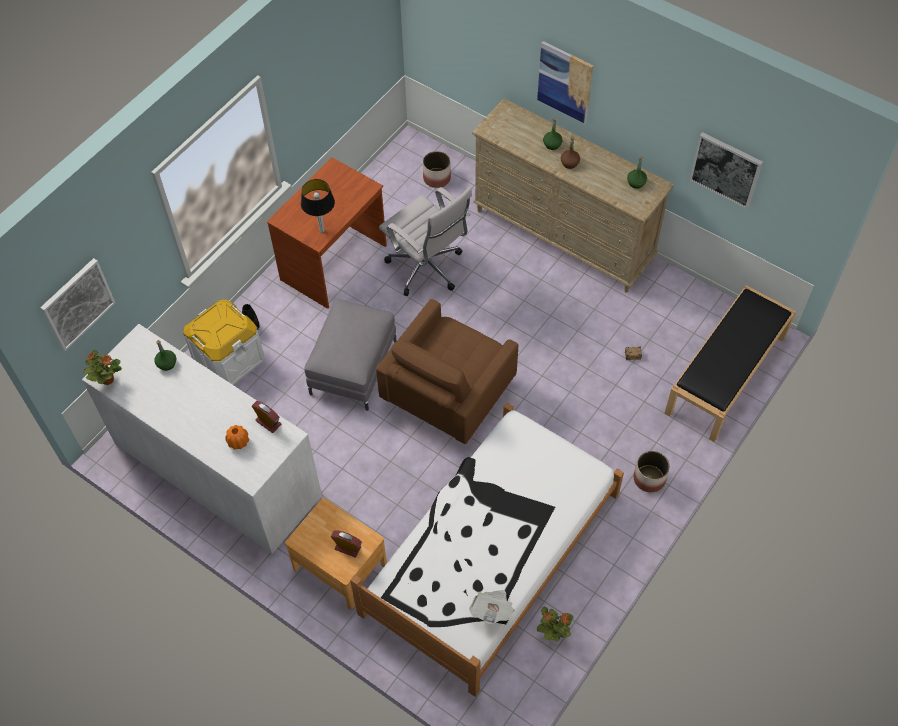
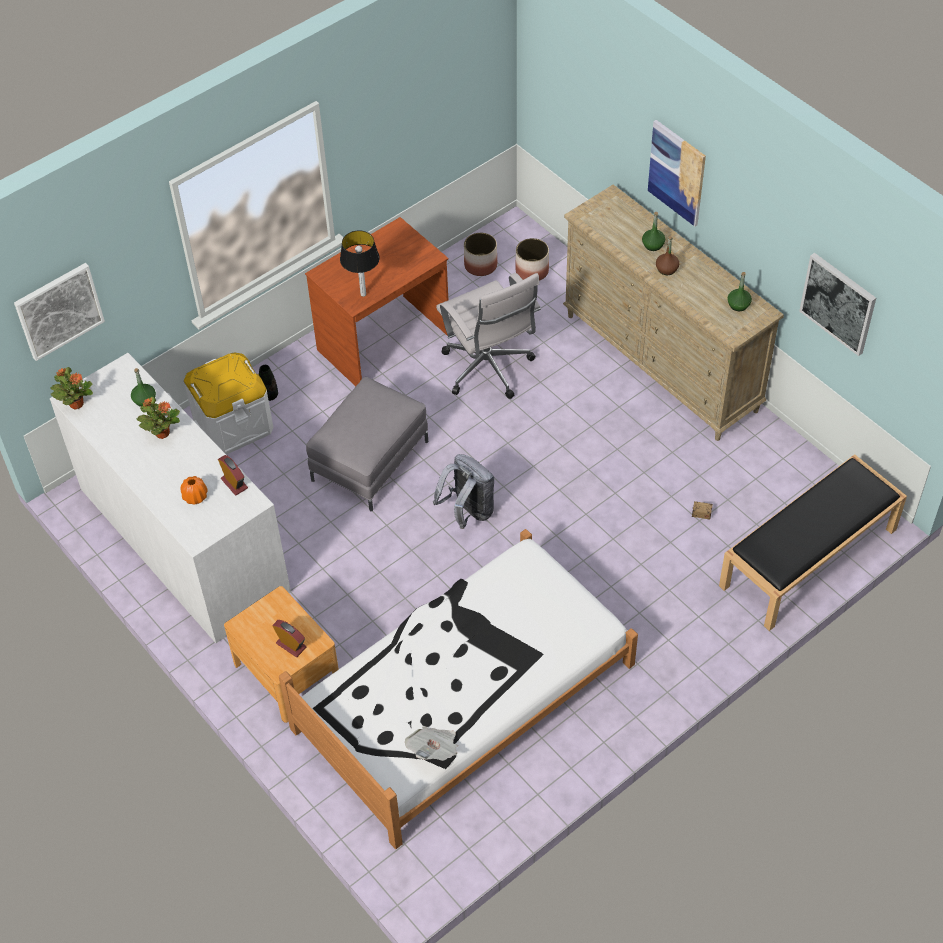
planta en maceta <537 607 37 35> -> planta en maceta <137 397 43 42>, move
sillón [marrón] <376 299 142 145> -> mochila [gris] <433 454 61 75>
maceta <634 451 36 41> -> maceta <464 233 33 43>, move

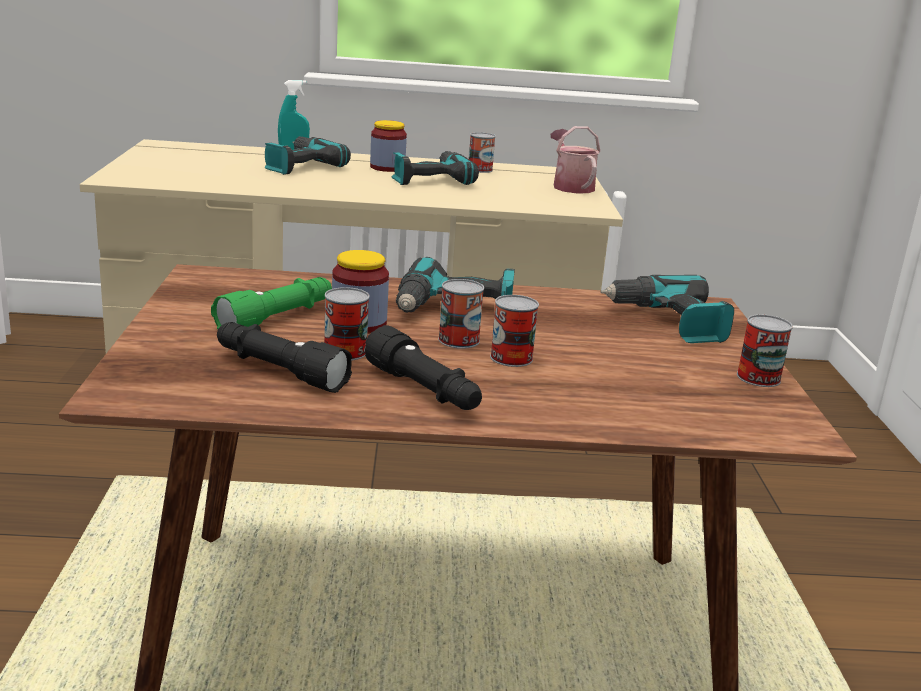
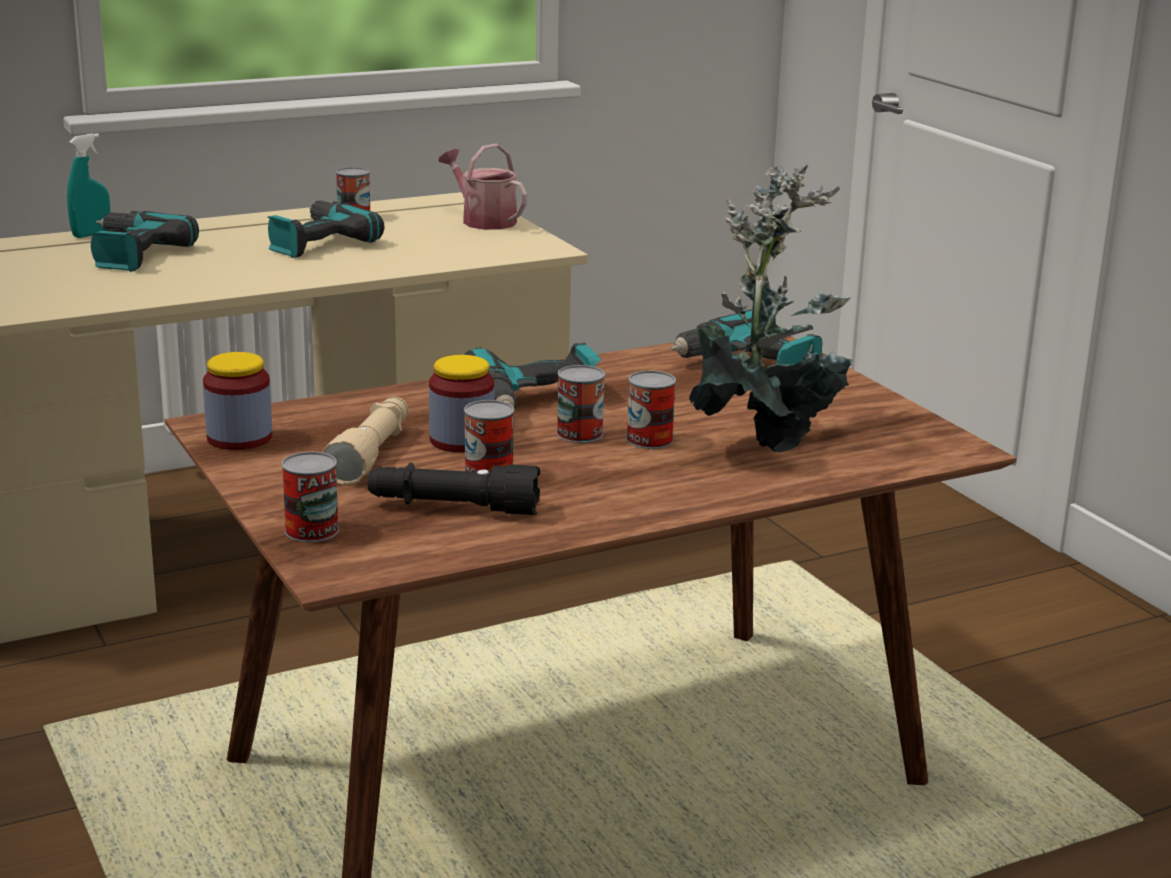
tarro <370 120 37 52> -> tarro <203 352 69 98>, move
lata <737 314 56 73> -> lata <282 452 57 90>, move
linterna [verde] <211 277 121 52> -> linterna [beis] <322 397 86 88>
none -> planta en maceta <689 163 164 290>
linterna [negro] <365 325 117 85> -> none

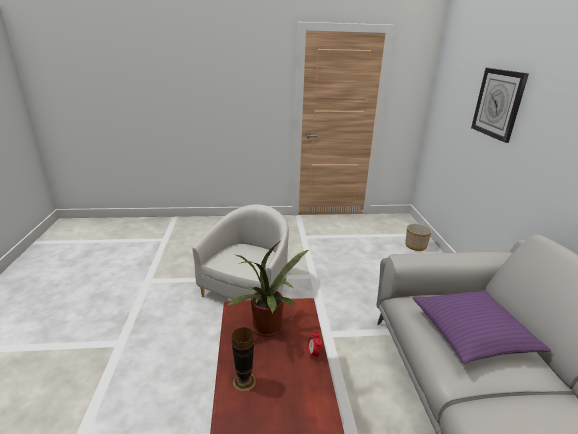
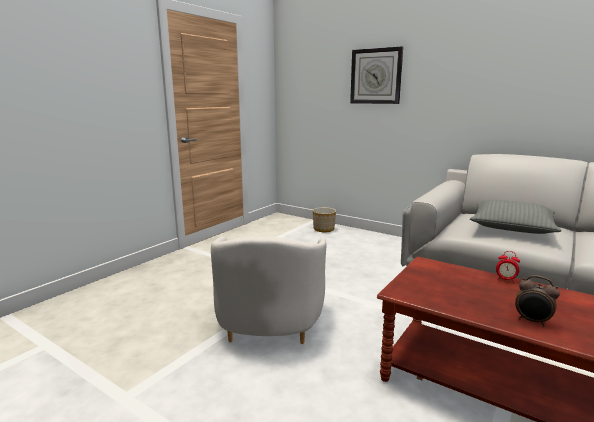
sillón [blanco] <192 204 97 96> -> sillón [blanco] <211 236 115 108>, 150 degrees counterclockwise
cojín [morado] <413 290 138 74> -> cojín [gris] <470 200 92 34>
florero <231 327 25 65> -> despertador <515 275 45 51>
planta en maceta <226 242 82 95> -> none

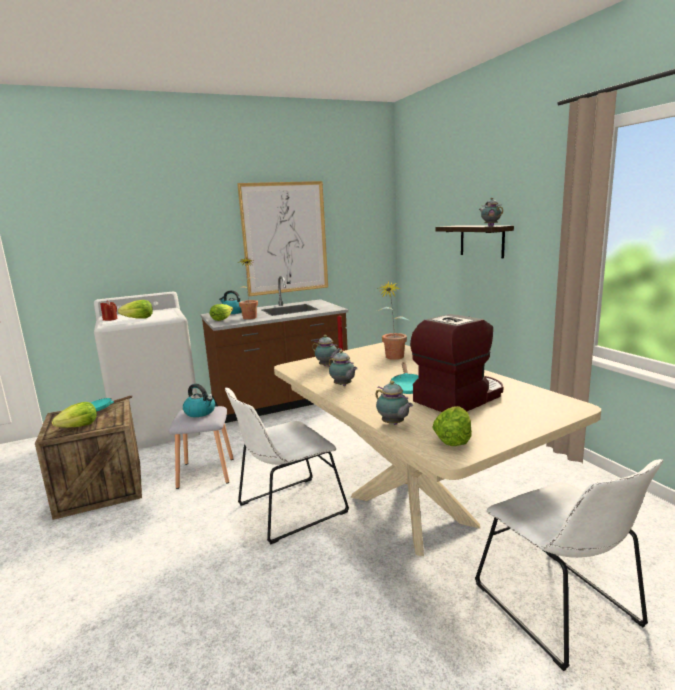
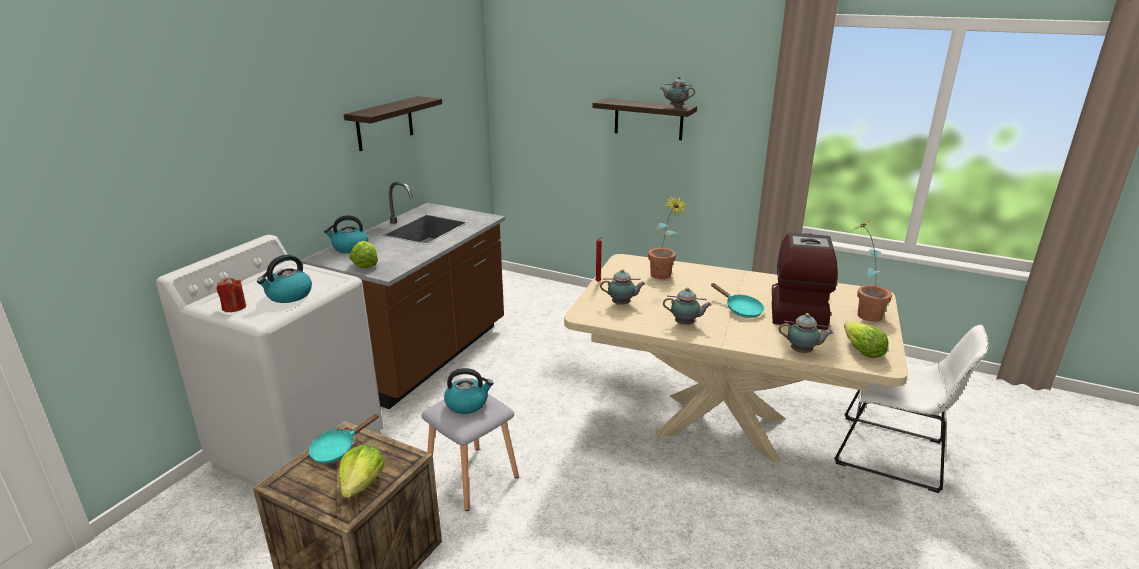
lechuga <118 300 35 19> -> hervidor <257 255 55 48>
cuadro <237 181 91 115> -> estante <344 96 98 55>
planta en maceta <239 258 19 61> -> planta en maceta <854 220 38 102>, move
silla [blanco] <225 388 124 157> -> none

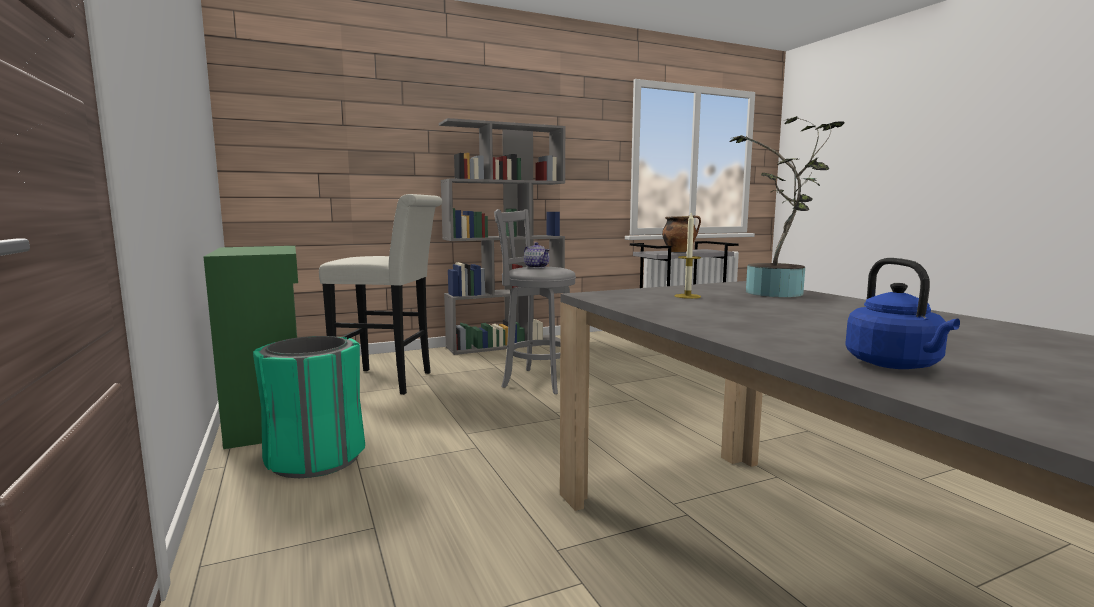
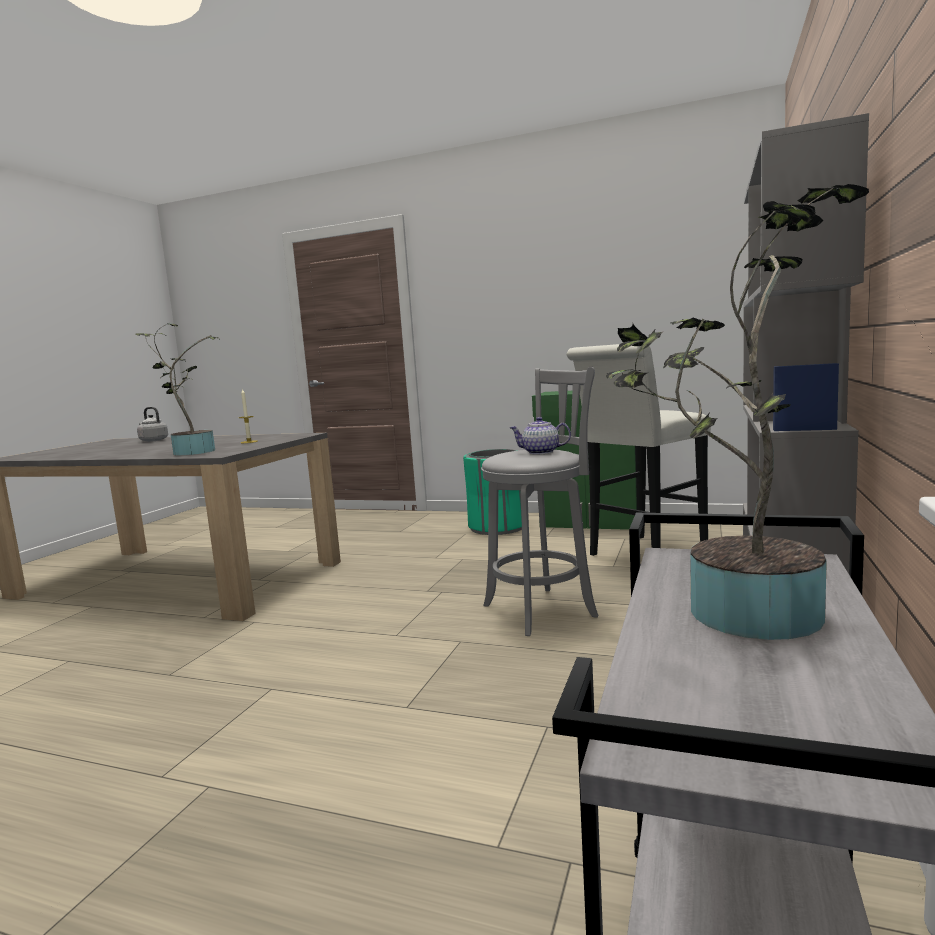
hervidor [azul] <845 258 115 111> -> hervidor [gris] <137 407 31 35>
olla <662 215 39 37> -> planta en maceta <606 184 263 456>

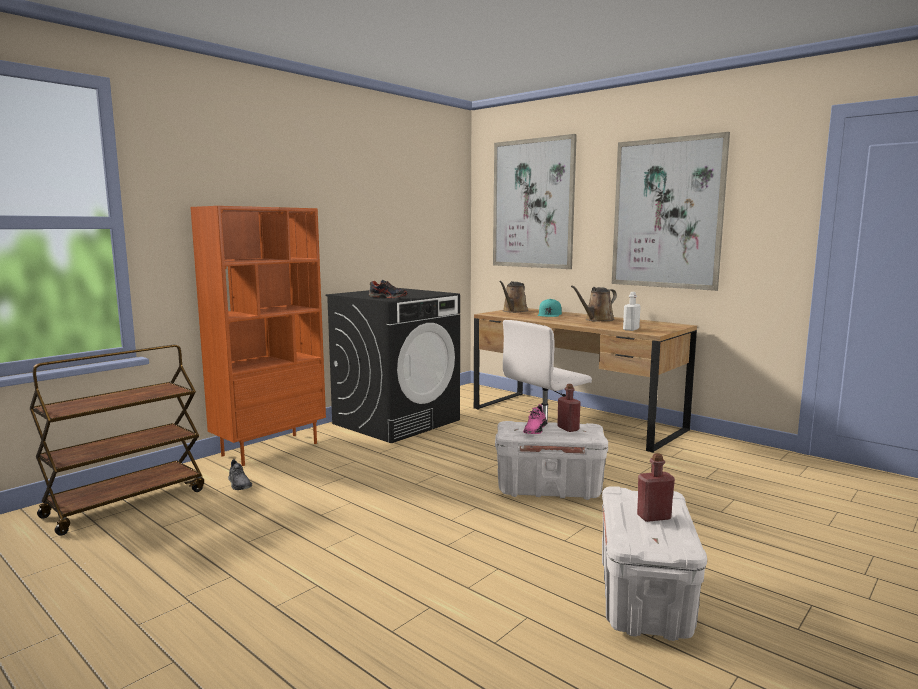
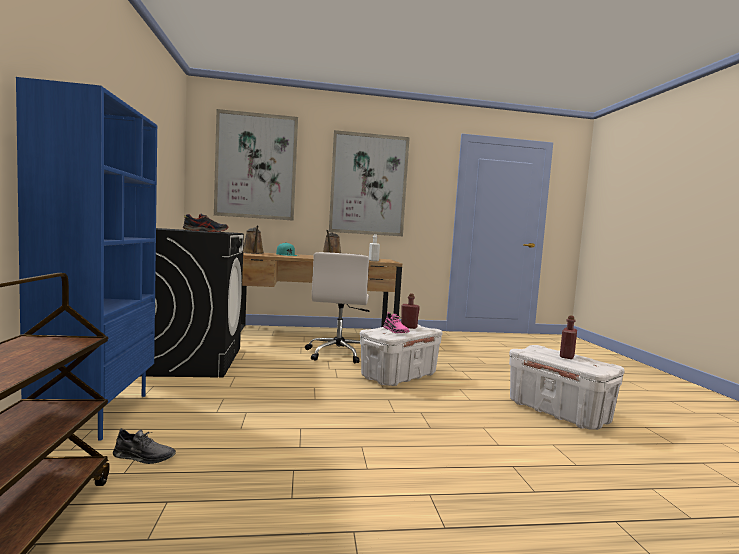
estantería [naranja] <191 206 135 260> -> estantería [azul] <16 77 141 364>

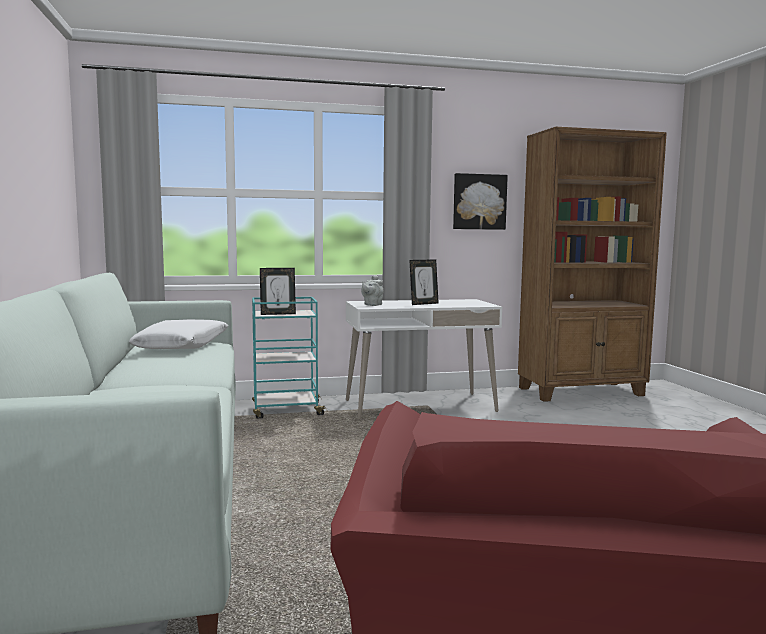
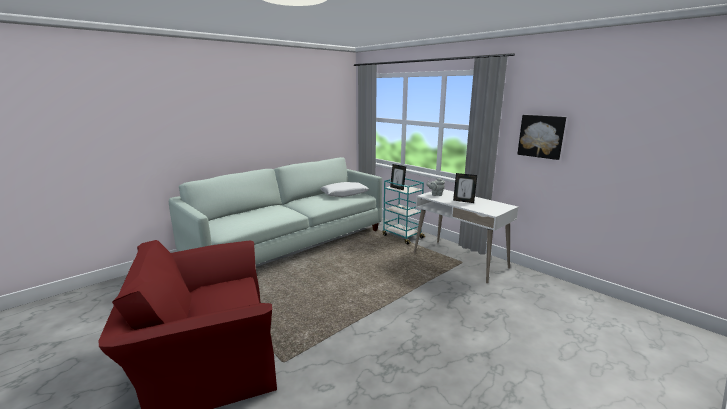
estantería [marrón] <518 127 149 275> -> none

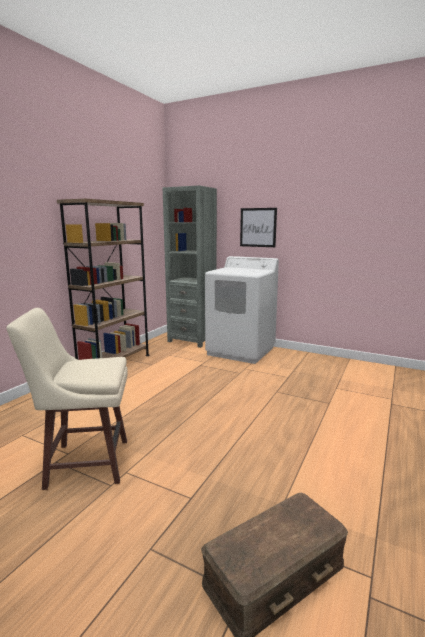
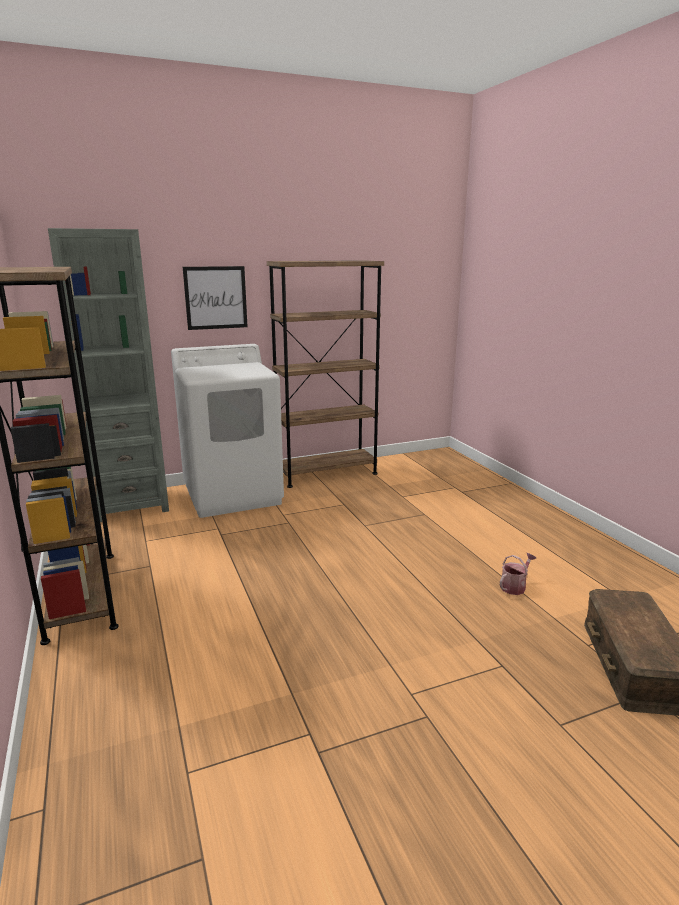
none -> estantería [marrón] <267 260 117 228>
none -> regadera <500 553 36 42>
taburete [beis] <6 308 122 182> -> none

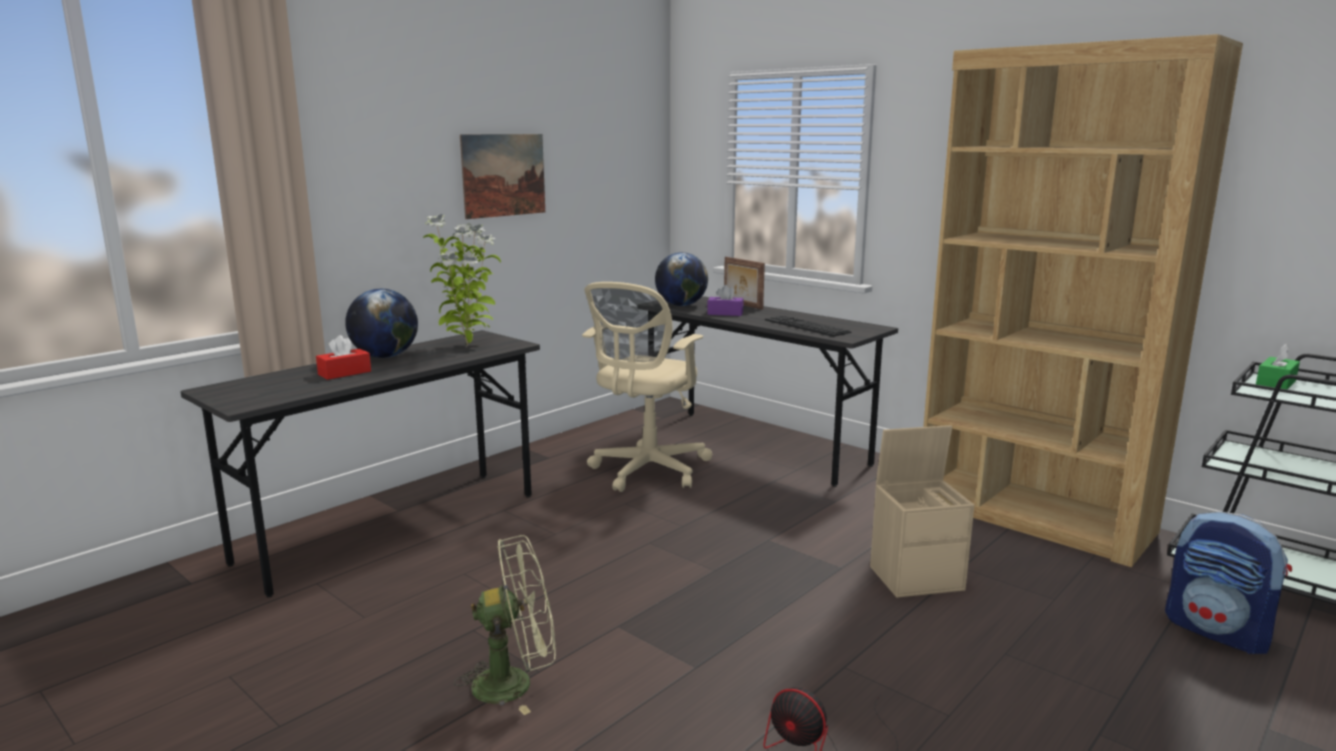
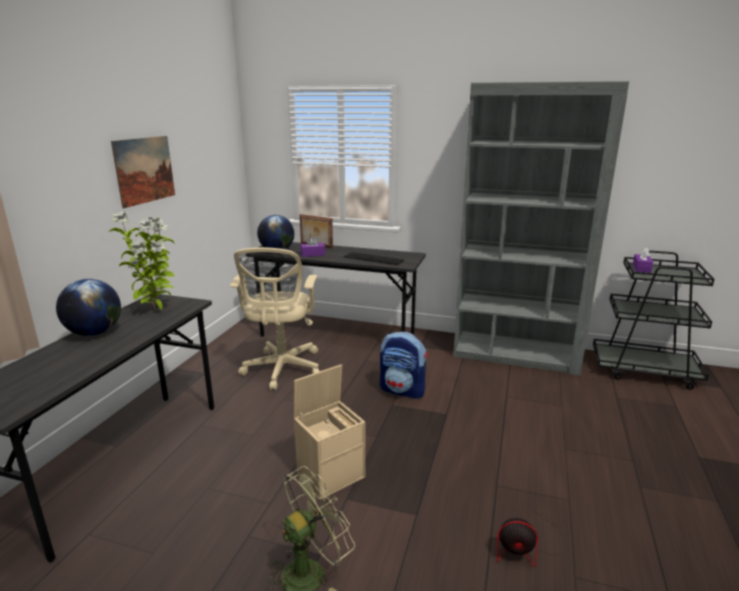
caja de almacenaje [beis] <870 425 104 173> -> caja de almacenaje [beis] <294 364 71 135>, move
mochila <1165 512 127 142> -> mochila <380 332 48 67>, move
estantería [marrón] <923 34 320 533> -> estantería [gris] <453 81 176 295>
caja de pañuelos [verde] <1256 344 44 46> -> caja de pañuelos [morado] <633 248 20 25>
caja de pañuelos [rojo] <316 335 55 45> -> none

